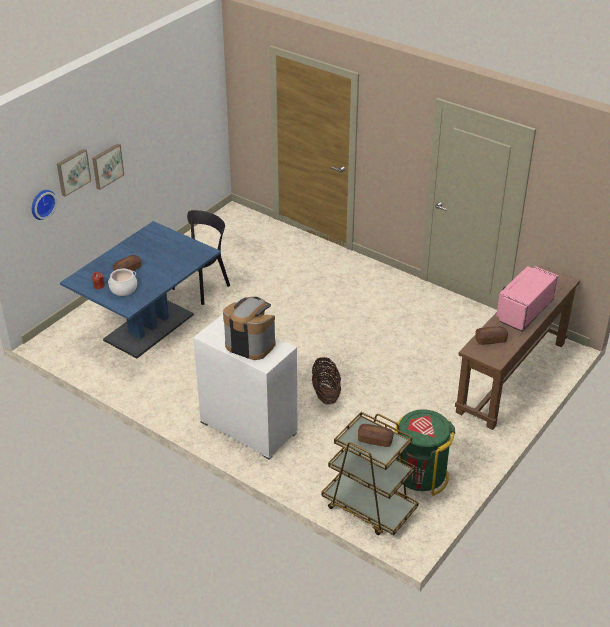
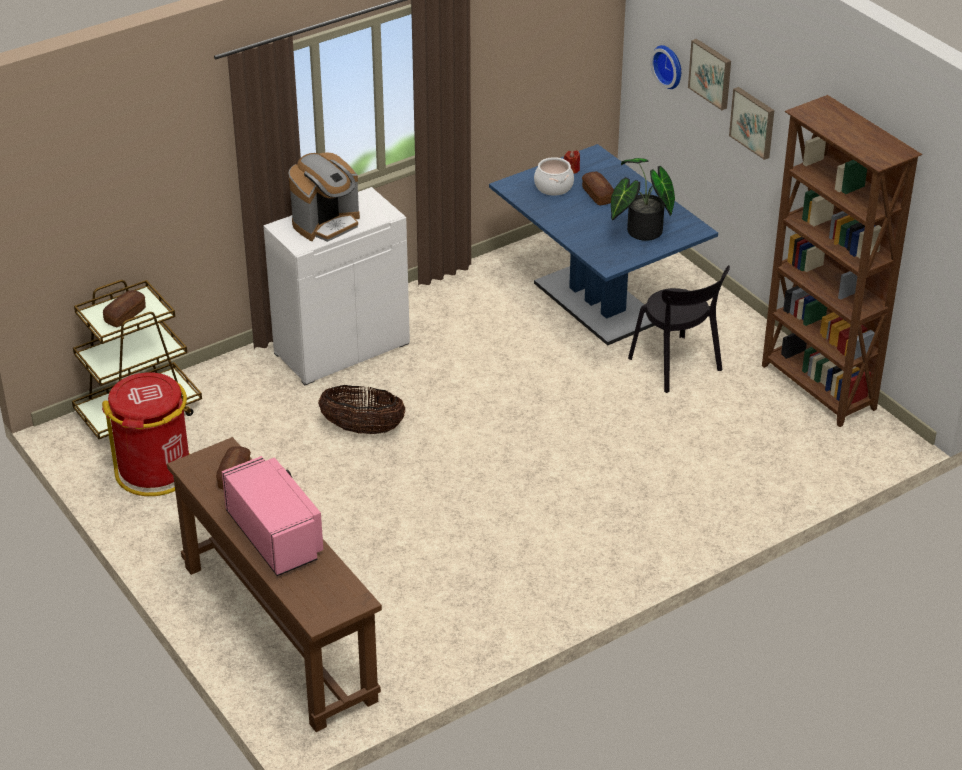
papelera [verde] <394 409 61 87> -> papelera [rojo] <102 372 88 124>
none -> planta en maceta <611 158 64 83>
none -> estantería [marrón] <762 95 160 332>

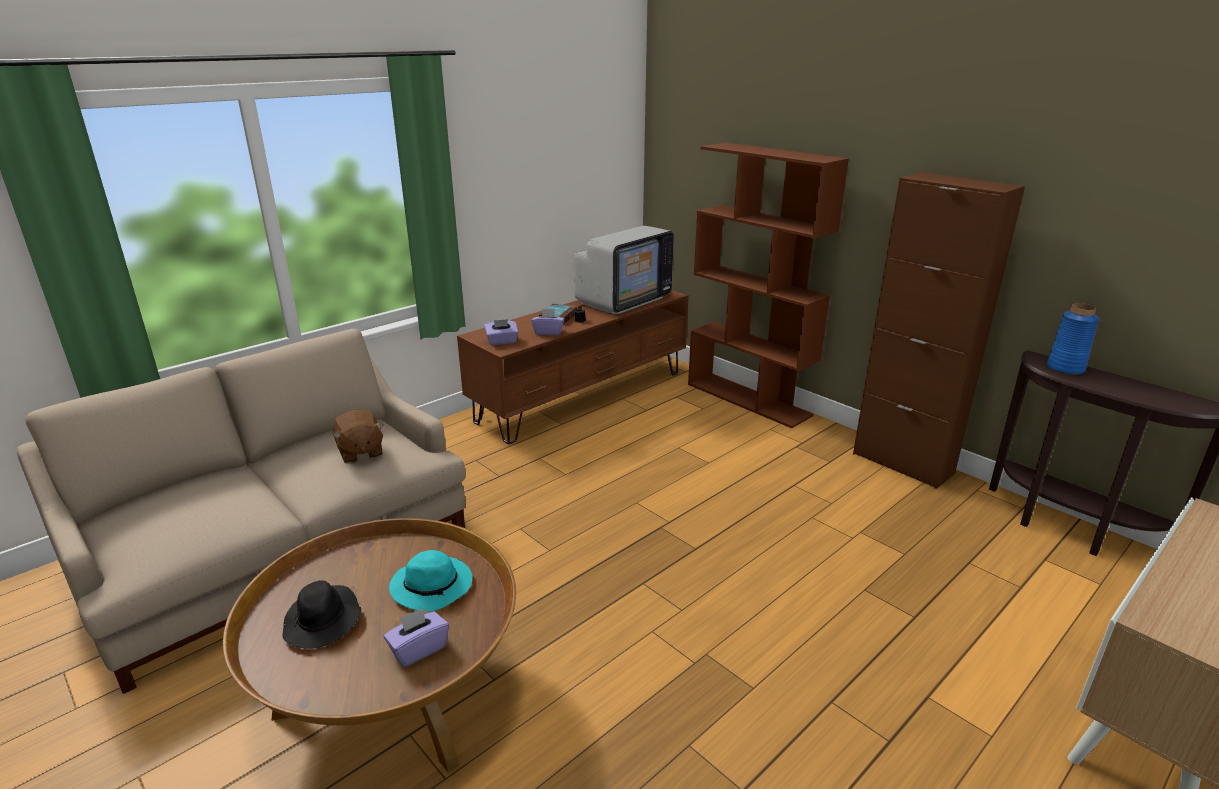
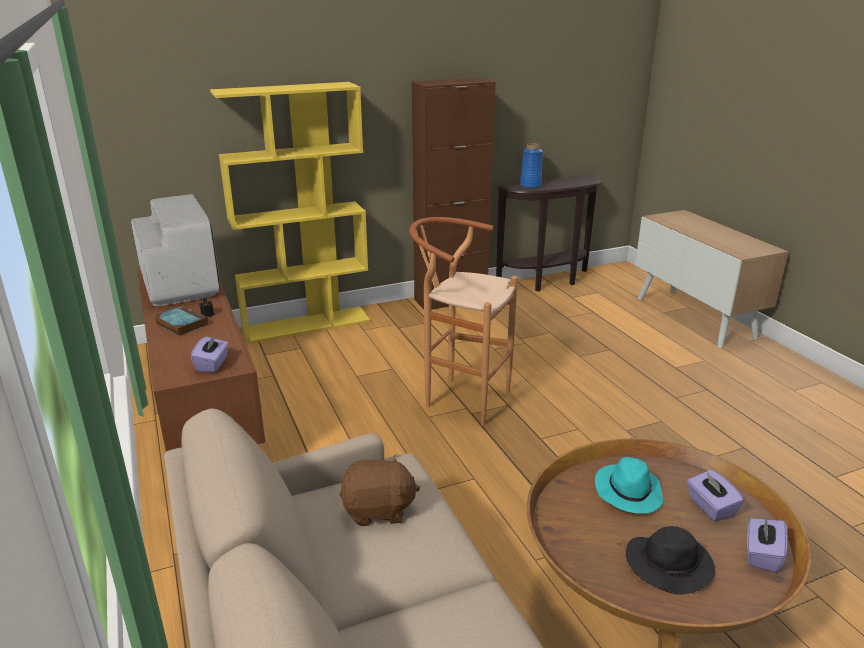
estantería [marrón] <688 143 161 285> -> estantería [amarillo] <210 82 161 262>
none -> taburete [marrón] <409 217 109 209>
caja de pañuelos [morado] <531 309 33 26> -> caja de pañuelos [morado] <747 517 41 56>, move

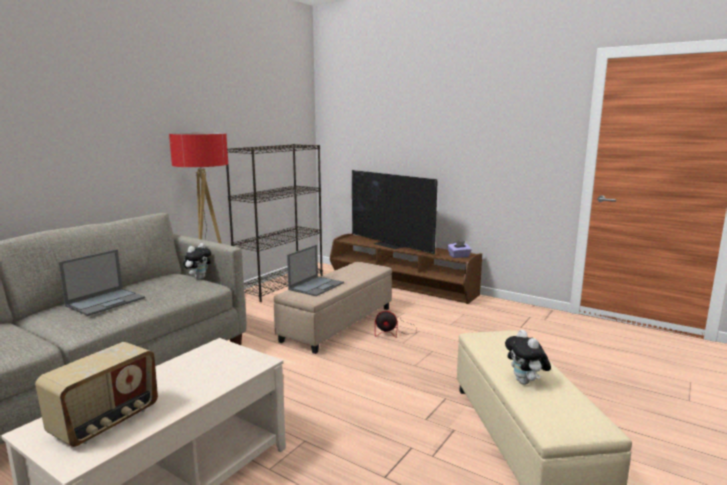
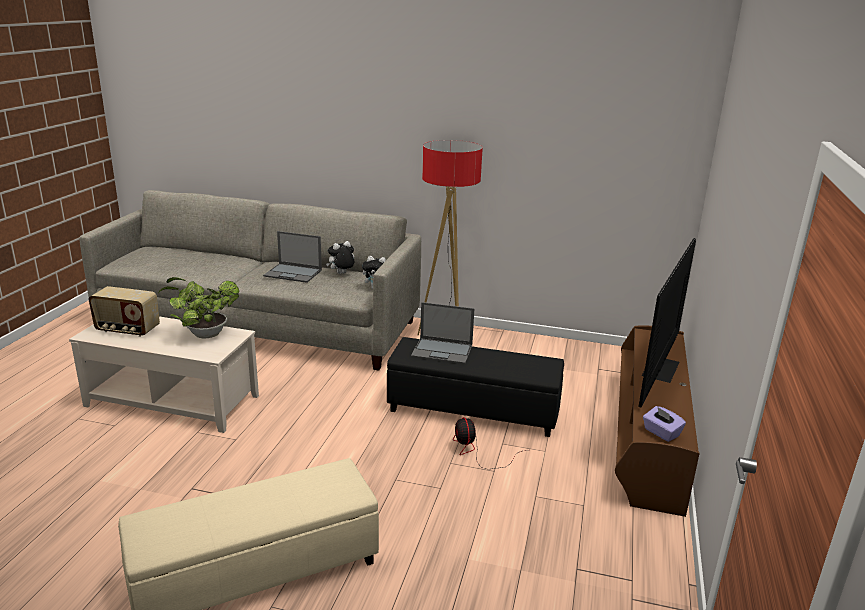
none -> planta en maceta <159 277 81 61>
peluche <505 330 46 55> -> peluche <326 241 28 33>, move
puf [beis] <274 262 118 92> -> puf [negro] <387 337 177 100>
estantería [negro] <226 144 97 158> -> none

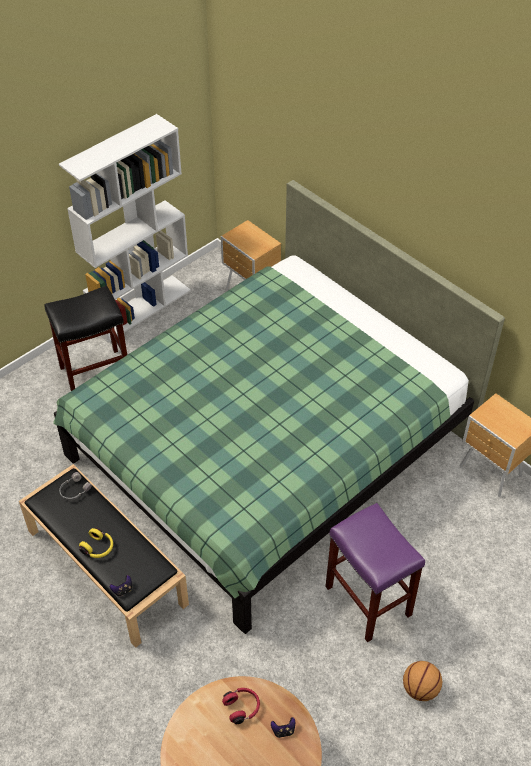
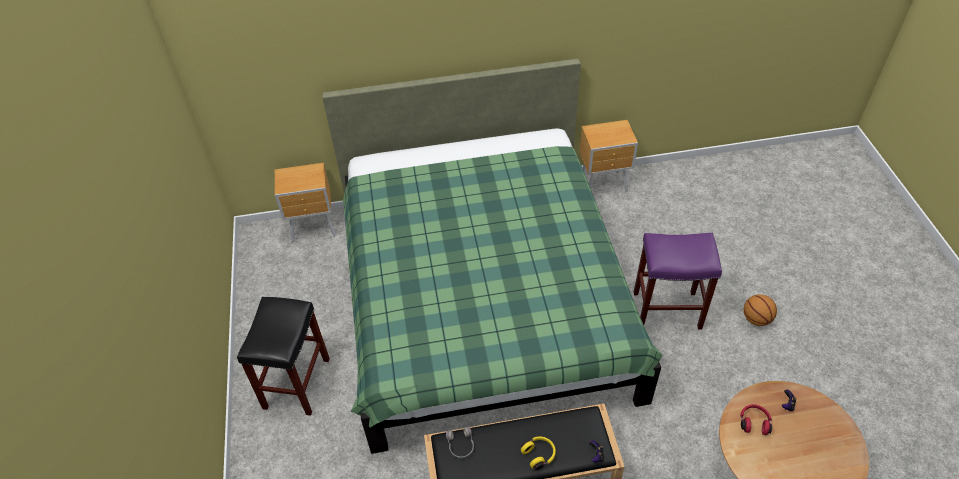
estantería [blanco] <59 114 132 228> -> none

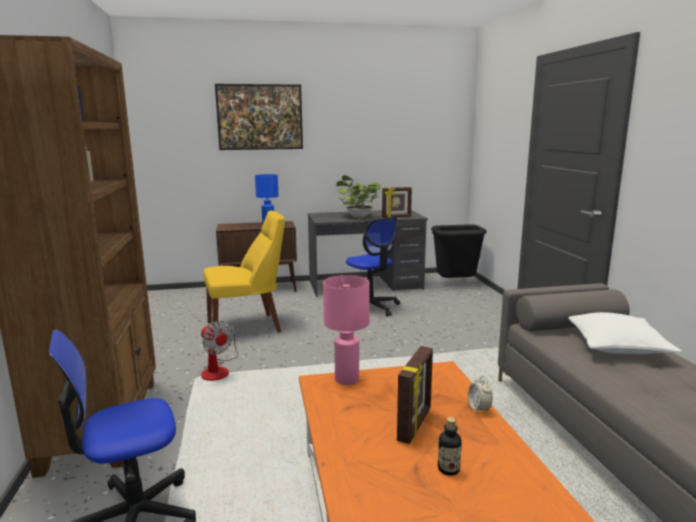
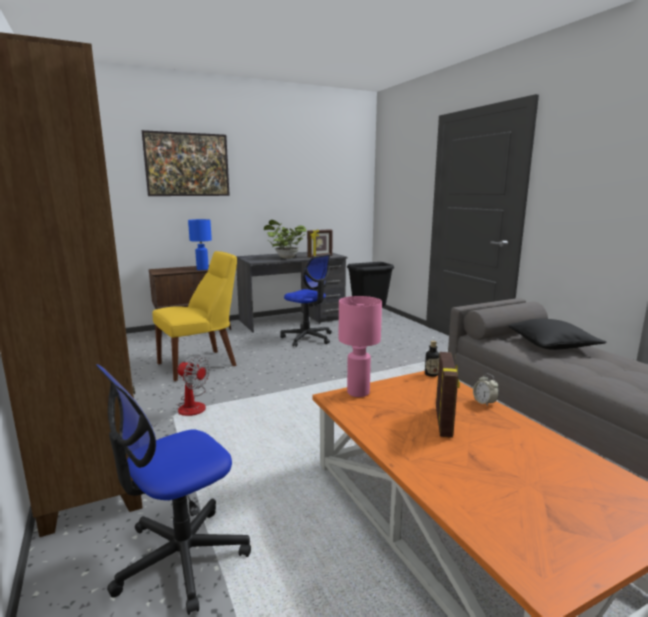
botella <438 417 24 59> -> botella <425 341 14 36>, move
cojín [blanco] <568 312 114 42> -> cojín [negro] <509 319 98 31>

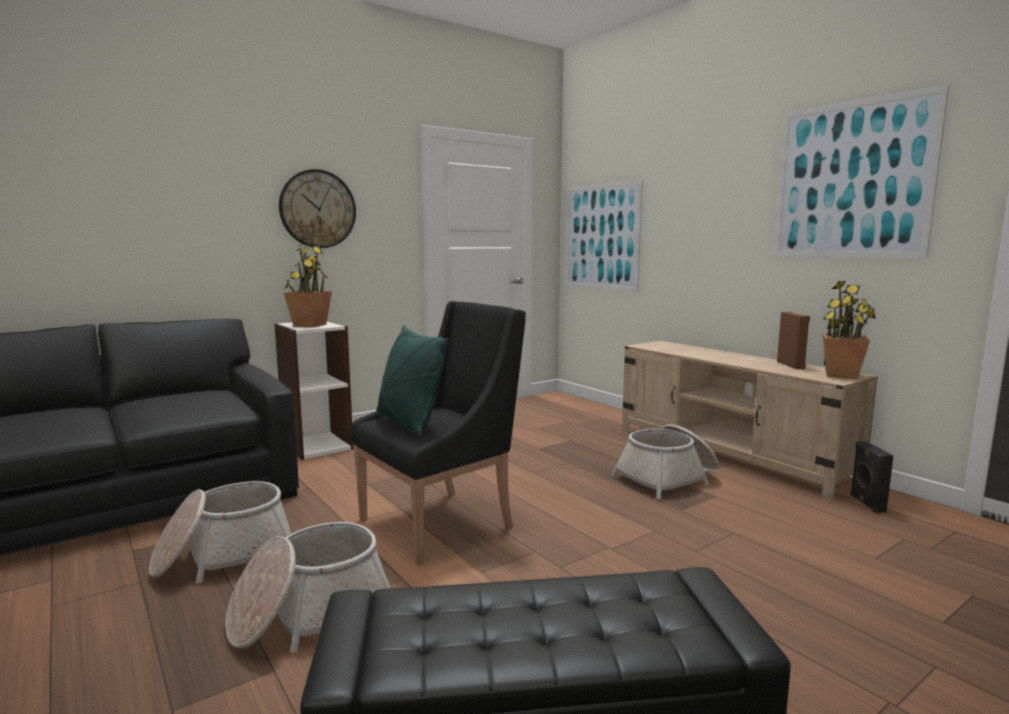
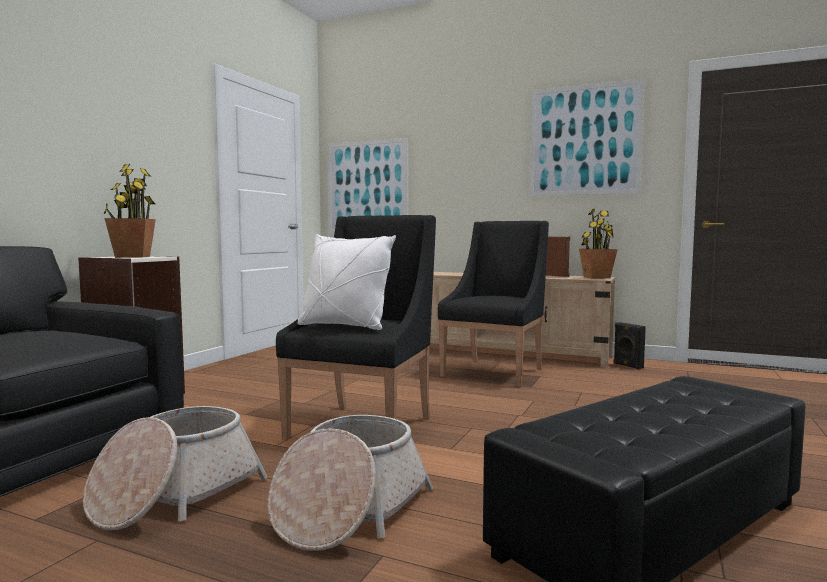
cojín [verde] <376 325 73 111> -> cojín [blanco] <297 234 99 96>
cesta <611 424 108 75> -> sillón [negro] <438 221 111 166>
reloj de pared <279 169 77 79> -> none

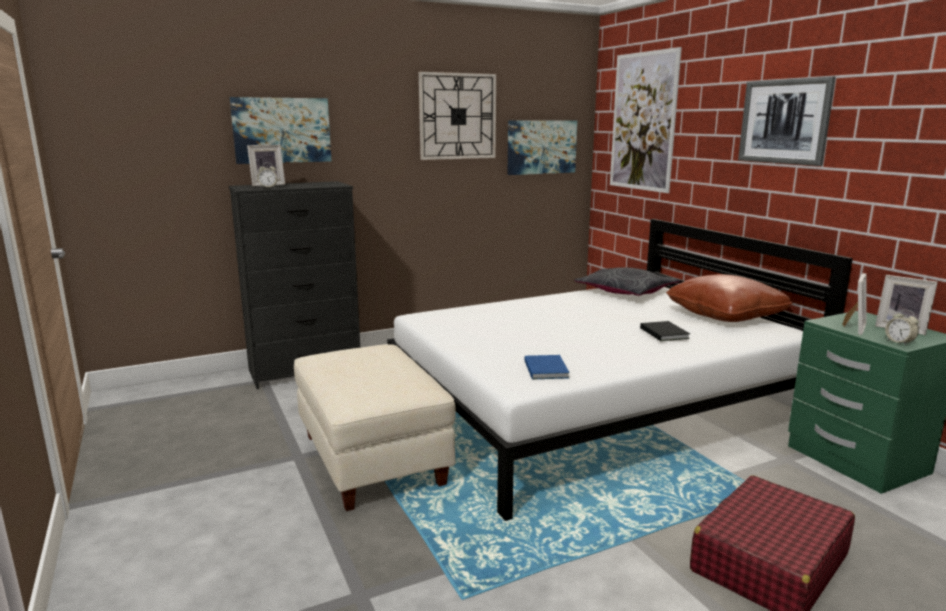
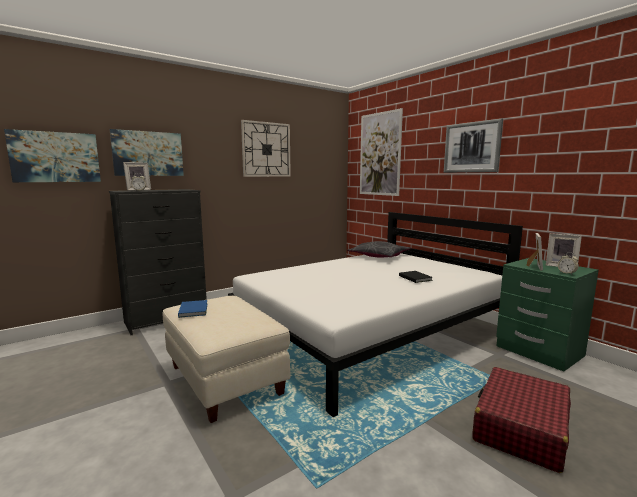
cuadro <507 120 70 55> -> cuadro <4 129 97 53>, move
libro [azul] <525 355 45 24> -> libro [azul] <178 300 29 18>, move
cojín [marrón] <666 274 127 48> -> none

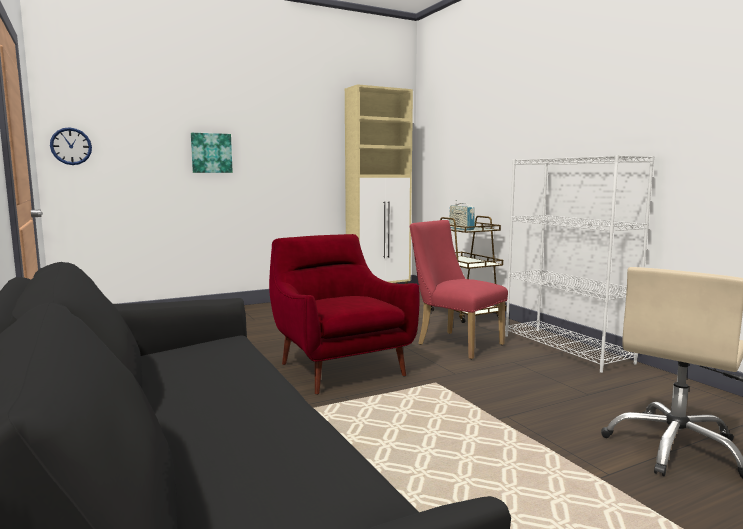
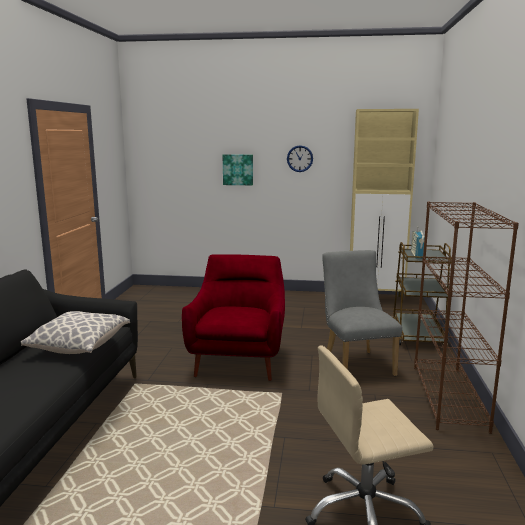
none -> cojín <21 311 109 43>
reloj de pared <50 127 42 38> -> reloj de pared <287 145 26 27>, move
silla [rojo] <410 220 98 139> -> silla [gris] <322 250 80 126>
estantería [blanco] <505 155 149 218> -> estantería [marrón] <414 202 105 232>

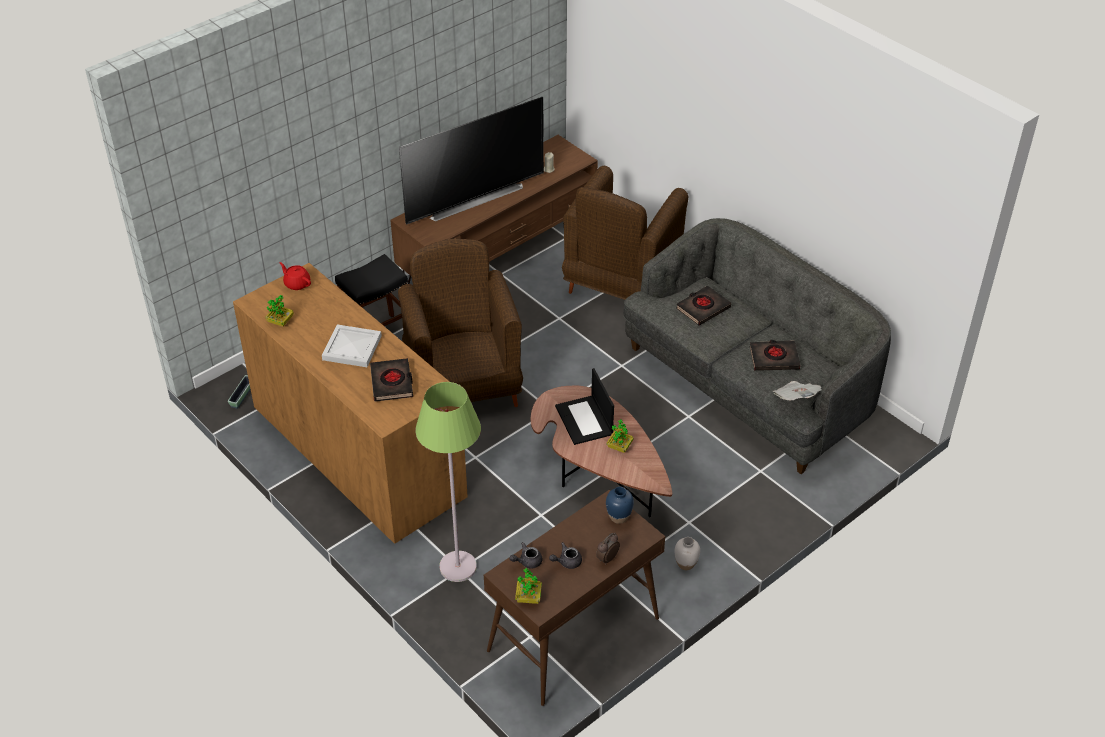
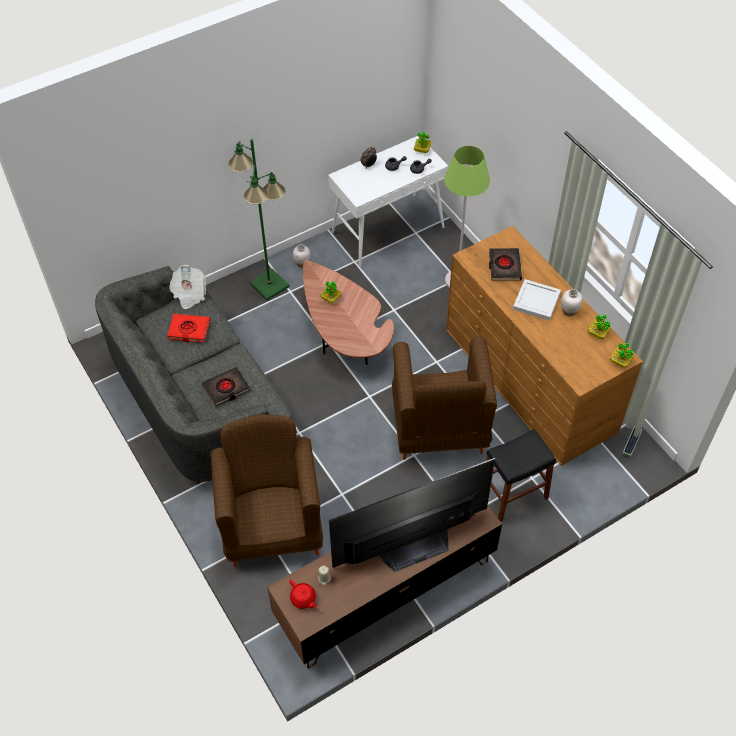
libro [negro] <750 340 50 31> -> libro [rojo] <167 314 43 29>
sillón [marrón] <562 166 126 134> -> sillón [marrón] <211 414 112 153>, 45 degrees counterclockwise
none -> lámpara de pie [verde] <229 139 61 162>
tetera [rojo] <279 262 32 28> -> tetera [rojo] <289 580 28 29>, move
mesa consola [marrón] <484 490 181 216> -> mesa consola [blanco] <328 136 120 131>
none -> florero [blanco] <561 289 22 28>
none -> planta en maceta <610 343 24 25>
portátil <555 368 59 77> -> none
florero [azul] <606 487 28 37> -> none

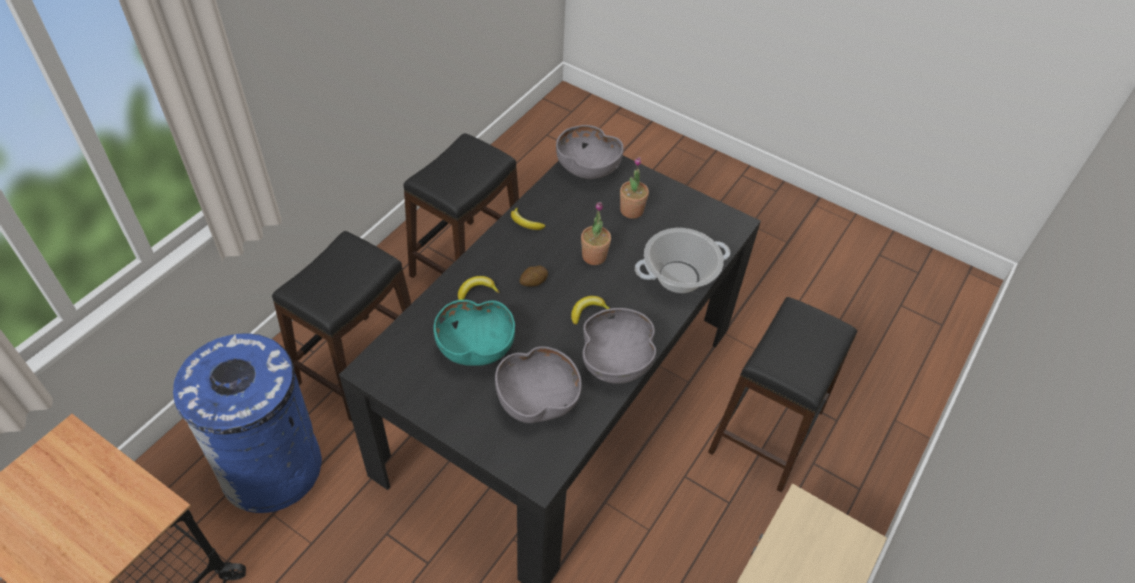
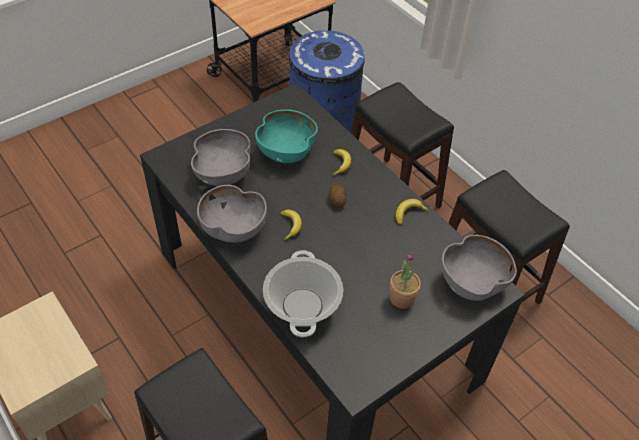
planta en maceta <581 202 30 63> -> none

